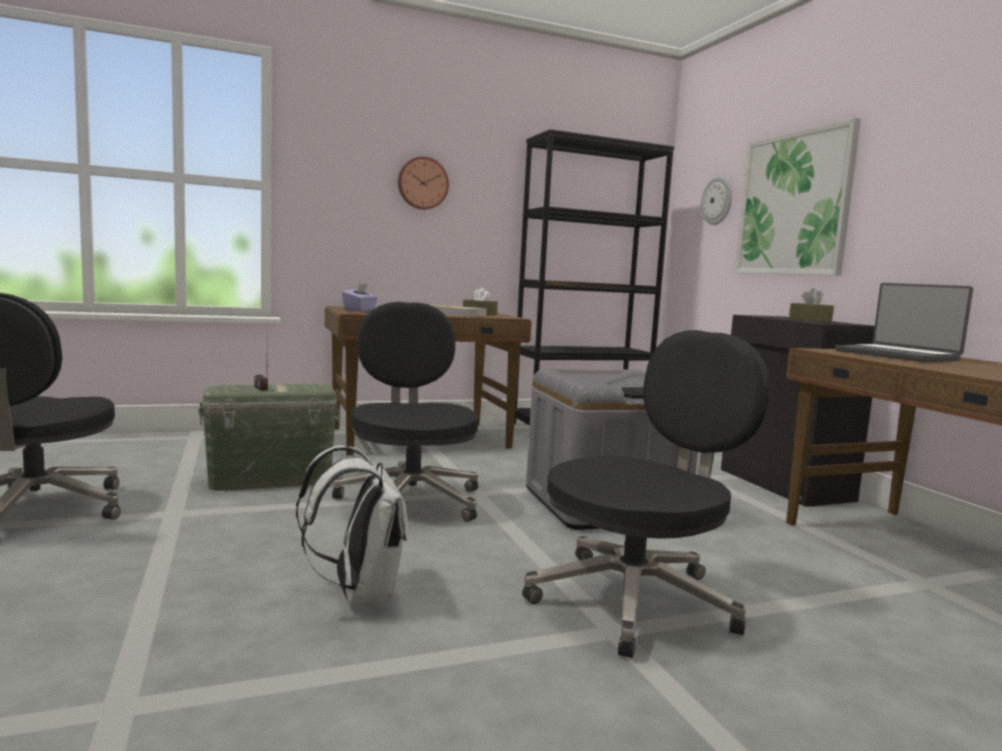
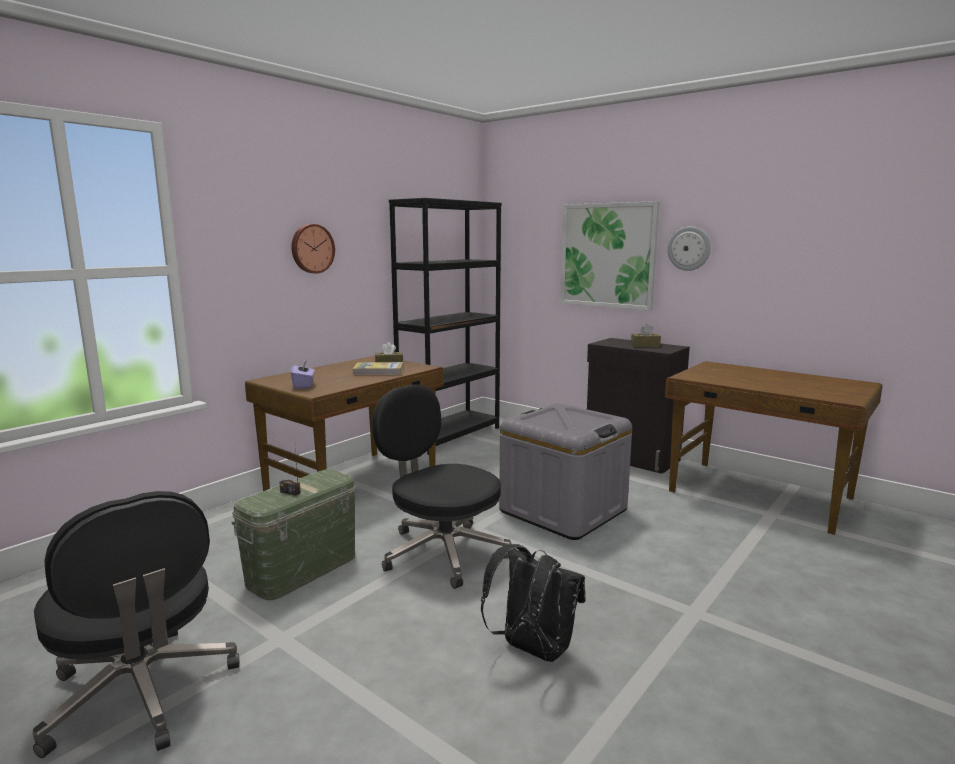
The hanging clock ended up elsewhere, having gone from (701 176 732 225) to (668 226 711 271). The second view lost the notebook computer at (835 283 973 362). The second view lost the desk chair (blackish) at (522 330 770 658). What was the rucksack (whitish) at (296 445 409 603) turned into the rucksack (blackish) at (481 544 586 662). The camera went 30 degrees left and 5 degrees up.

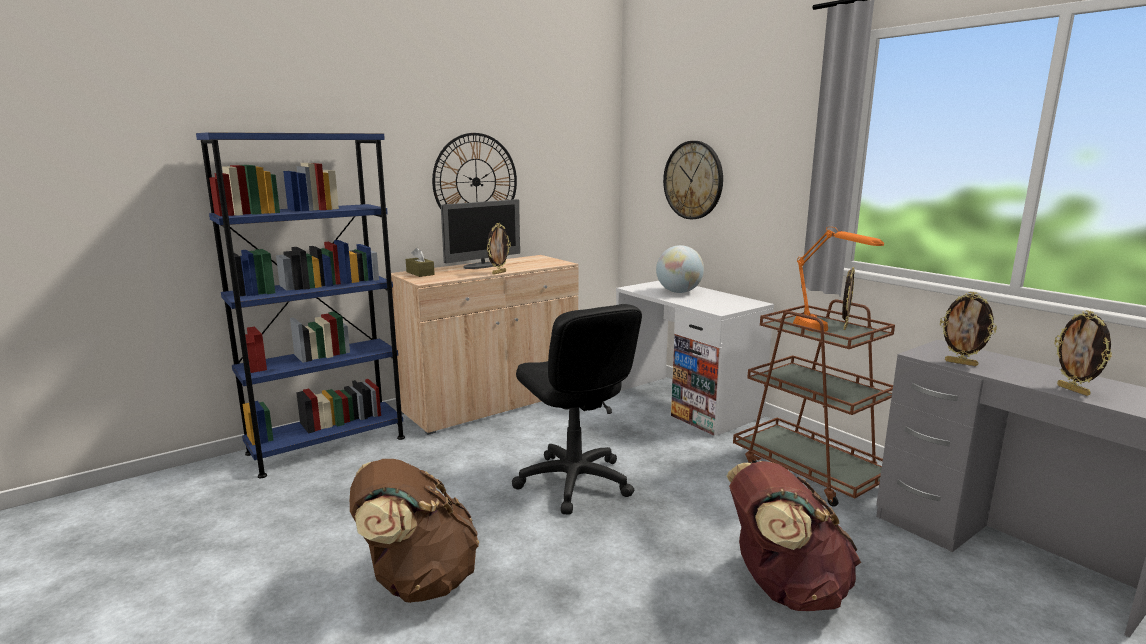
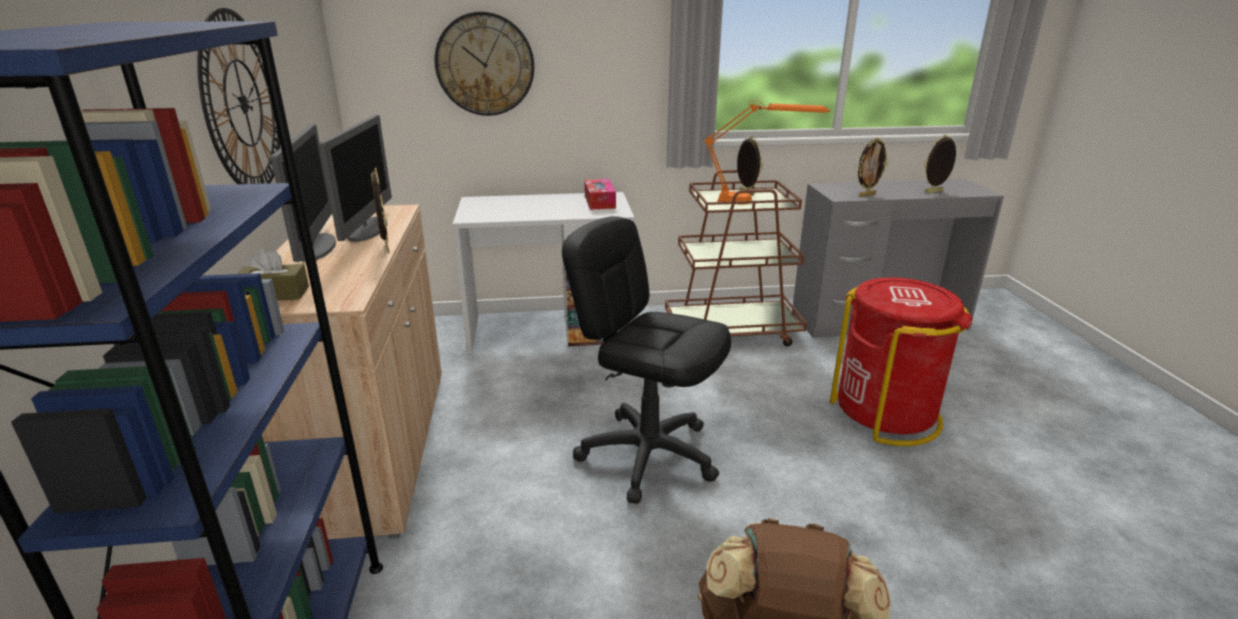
The second view lost the world globe at (656 245 704 293). The desk chair (blackish) at (512 304 642 515) ended up facing another way, 150 degrees counterclockwise from before. The picture frame at (1054 310 1112 396) ended up facing another way, 150 degrees clockwise from before. Where the rucksack (brown) stood at (727 461 861 611), the rubbish bin (red-coloured) came to stand at (830 277 973 446). The second view gained the computer display at (319 115 392 242). The second view gained the tissue box at (584 179 616 210). The camera went 60 degrees left and 10 degrees up.

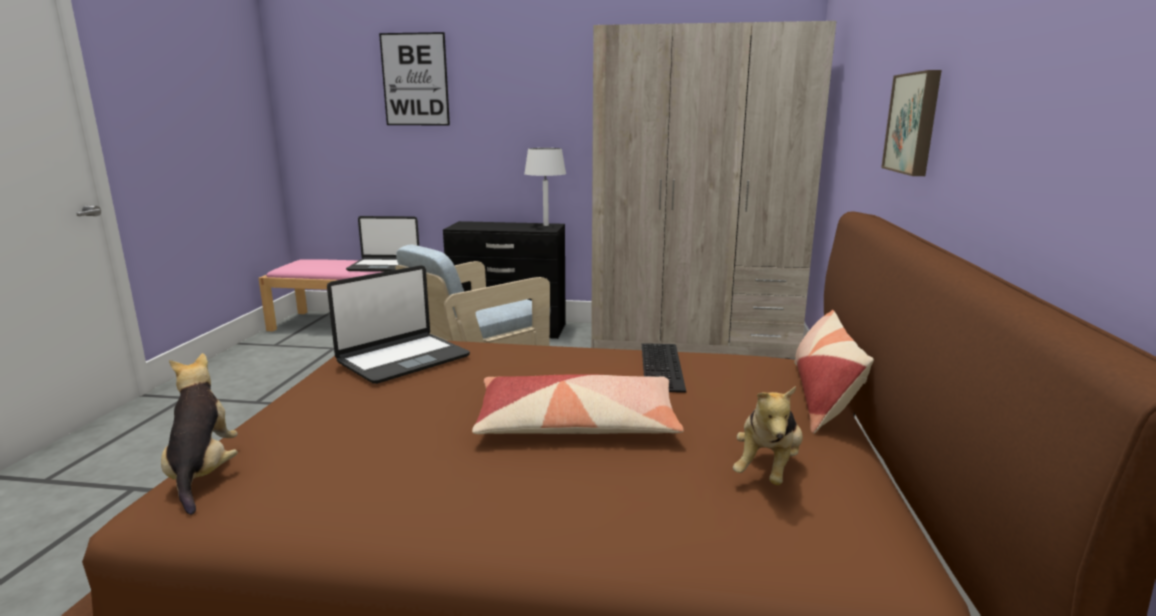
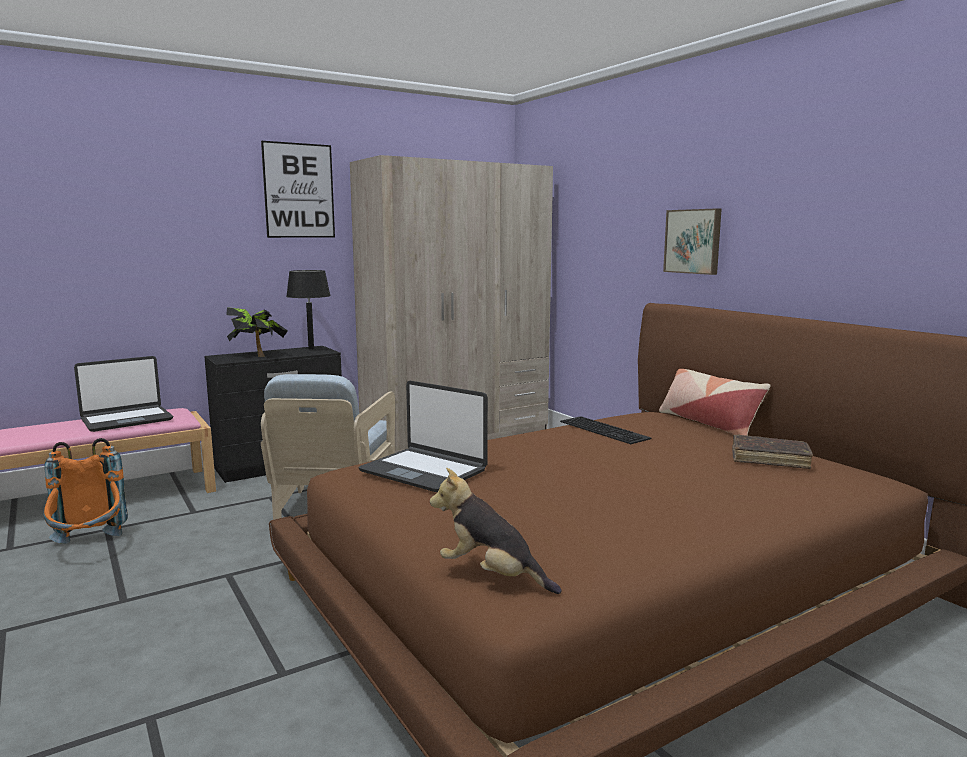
The wall art ended up elsewhere, having gone from (379 32 450 125) to (261 141 335 238). What was the tabletop lamp (whitish) at (524 148 566 226) turned into the tabletop lamp (blackish) at (286 270 331 349). The notebook computer at (327 265 470 384) ended up facing another way, 120 degrees clockwise from before. The second view lost the pillow at (472 374 684 434). Where the cuddly toy stood at (733 386 803 485), the volume (brown) came to stand at (732 435 813 469). The second view gained the houseplant at (227 307 288 357). The second view gained the rucksack (orange-coloured) at (44 438 128 544). The camera went 40 degrees left and 5 degrees down.

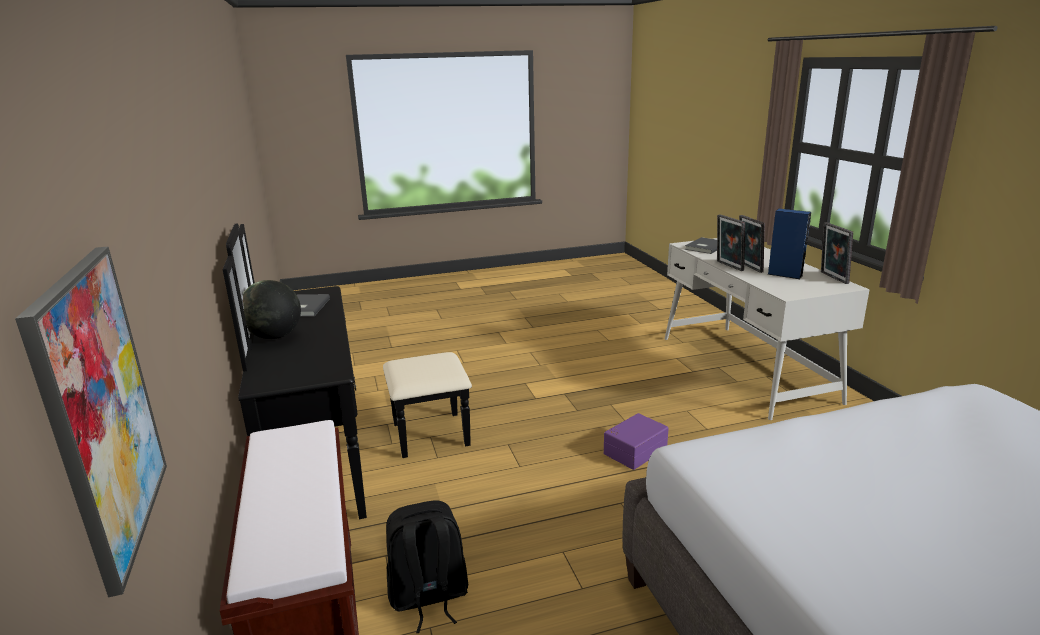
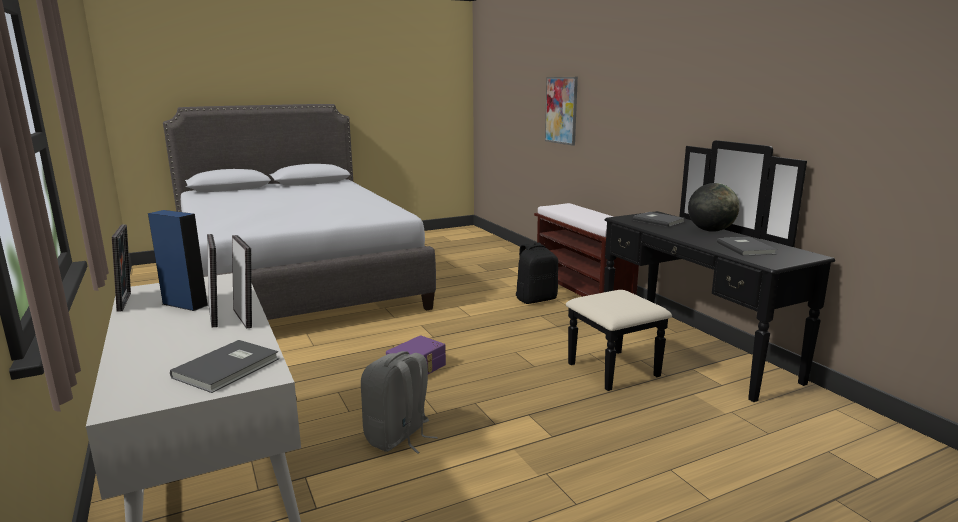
The second view gained the volume (greyish) at (633 212 684 227). The second view gained the rucksack (greyish) at (361 351 438 454). The camera went 170 degrees right and 5 degrees down.

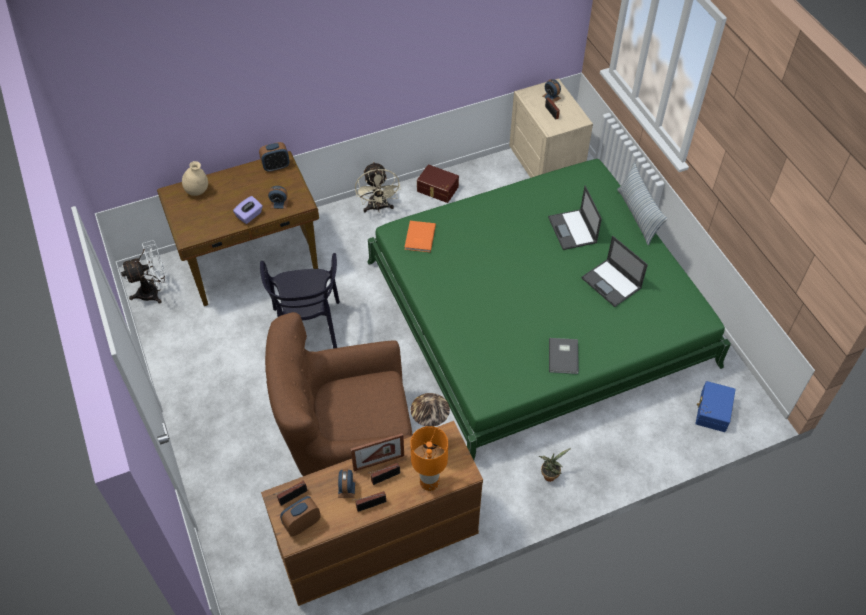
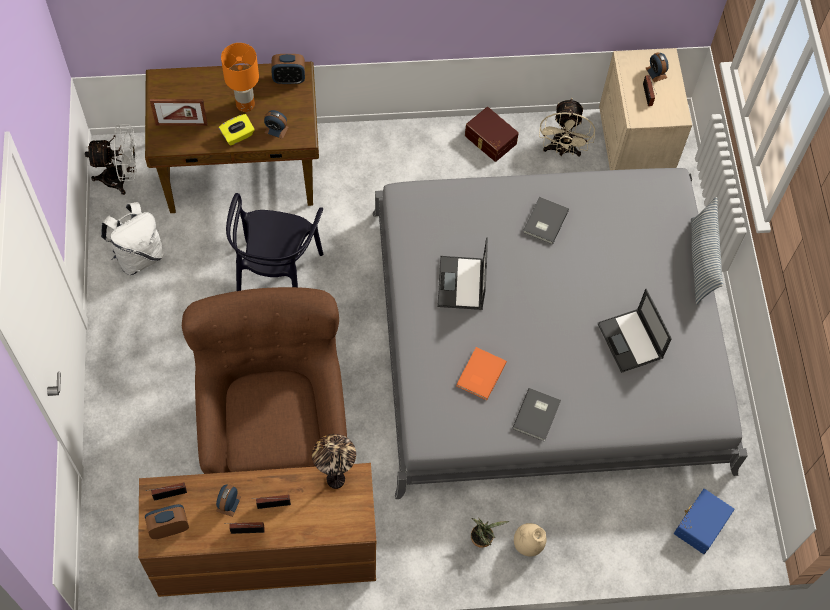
What was the bed (greenish) at (367 159 731 460) turned into the bed (greyish) at (373 168 748 499). The vase (beige) ended up elsewhere, having gone from (182 161 208 196) to (514 523 546 556). The cooling fan (beige) ended up elsewhere, having gone from (355 161 401 213) to (539 98 595 156). The notebook computer ended up elsewhere, having gone from (548 186 602 250) to (437 237 488 310). What was the tissue box (purple) at (233 196 263 224) turned into the tissue box (yellow-coloured) at (219 114 254 146). The volume (orange-coloured) ended up elsewhere, having gone from (405 221 436 252) to (457 347 507 400). The armchair (brown) at (265 312 413 476) ended up facing another way, 75 degrees clockwise from before. The tabletop lamp (orange-coloured) ended up elsewhere, having gone from (410 426 448 491) to (221 43 259 112). The picture frame ended up elsewhere, having gone from (351 433 404 471) to (150 99 208 126). The second view gained the volume (greyish) at (523 197 569 244). The second view gained the rucksack (whitish) at (101 202 164 275). The camera went 15 degrees right and 10 degrees up.

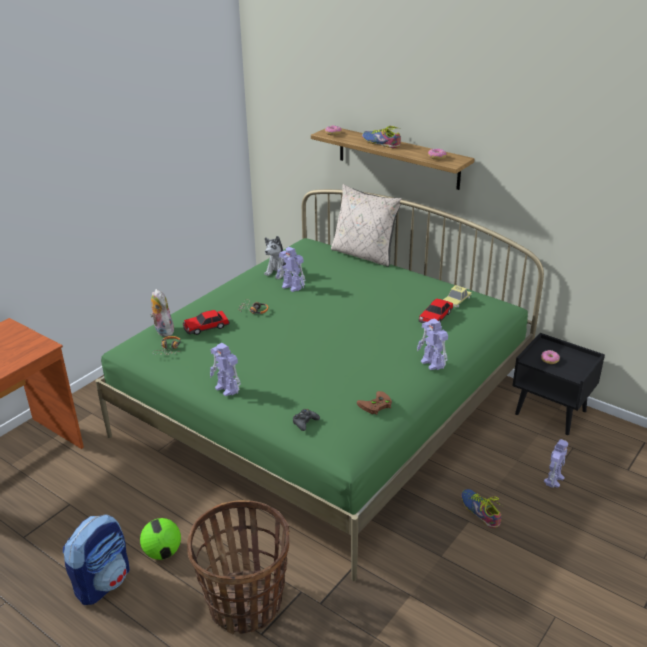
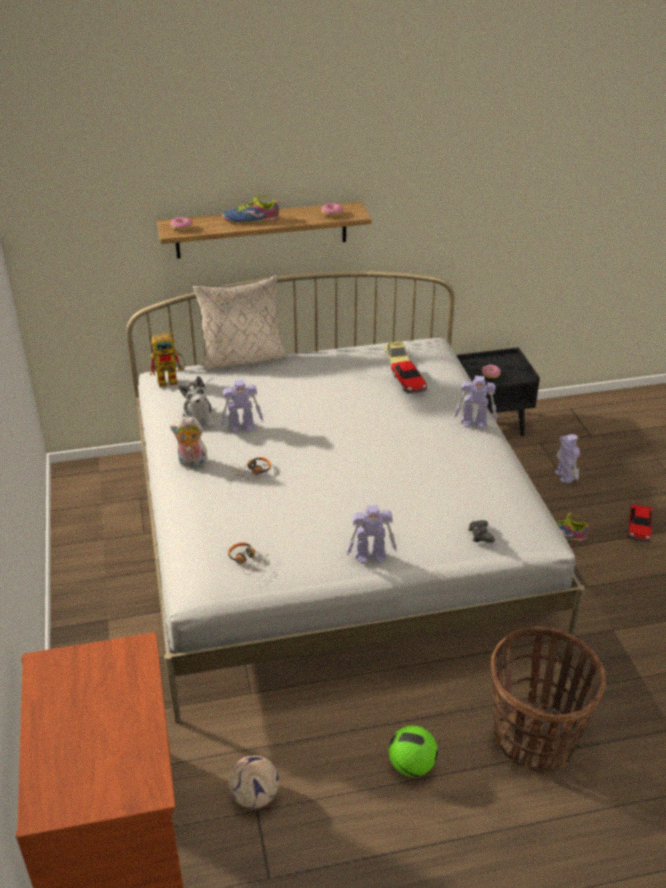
What was the bed (greenish) at (95 189 544 581) turned into the bed (whitish) at (126 271 585 724). The cuddly toy ended up elsewhere, having gone from (150 289 174 337) to (170 417 211 469). The miniature car ended up elsewhere, having gone from (183 310 230 335) to (628 505 652 542). The second view lost the gamepad (brown) at (357 391 392 415). The second view lost the rucksack at (63 514 130 605). The second view gained the model robot at (150 333 185 387). The second view gained the football ball at (228 755 279 809). The camera went 50 degrees left and 5 degrees up.

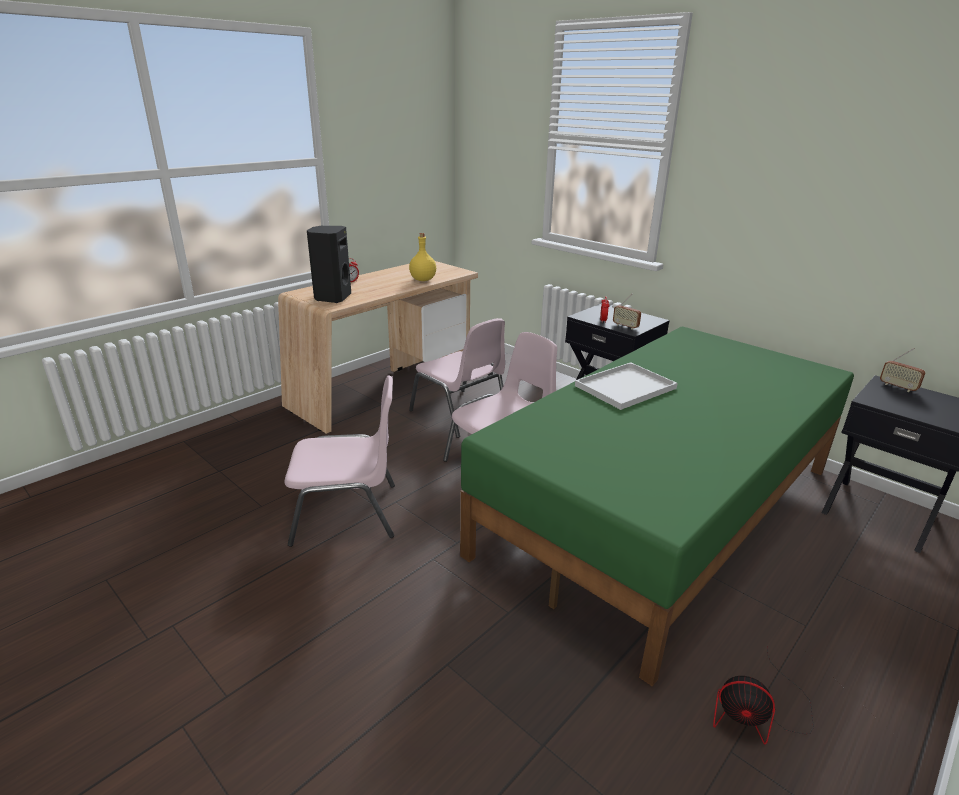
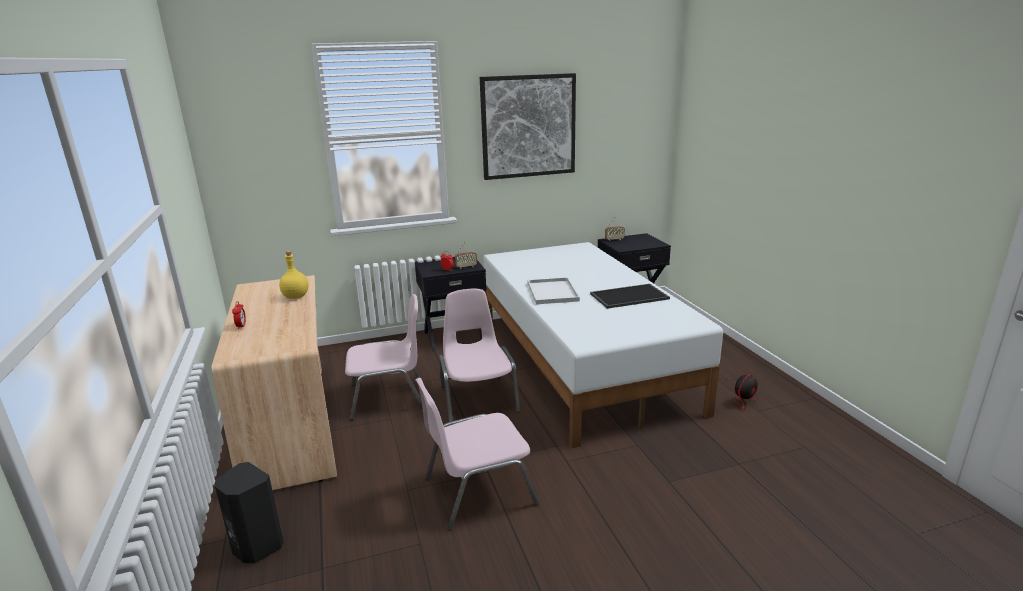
The loudspeaker (blackish) ended up elsewhere, having gone from (307 226 351 303) to (215 462 284 563). What was the bed (greenish) at (460 326 854 686) turned into the bed (whitish) at (483 242 723 448). The plain chair (pinkish) at (284 375 395 547) ended up facing another way, 135 degrees counterclockwise from before. The second view gained the wall art at (480 73 576 180). The second view gained the carrying tray at (590 284 670 309). The camera went 60 degrees left and 5 degrees down.

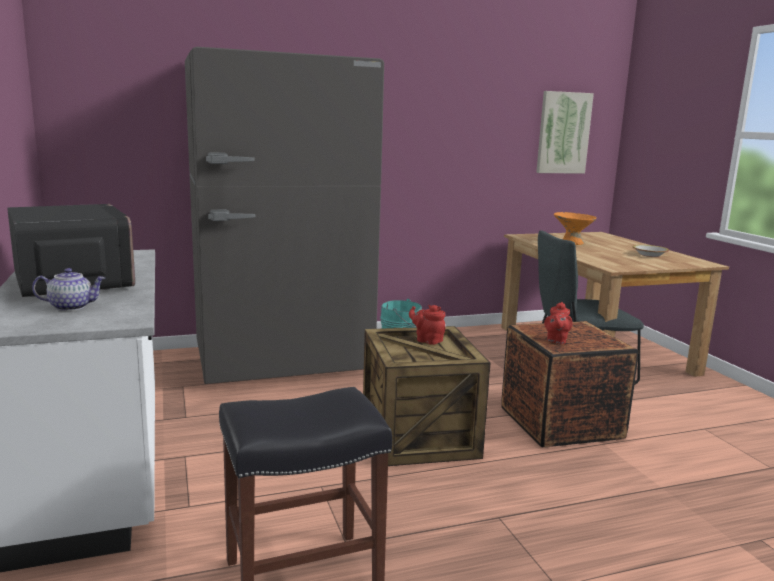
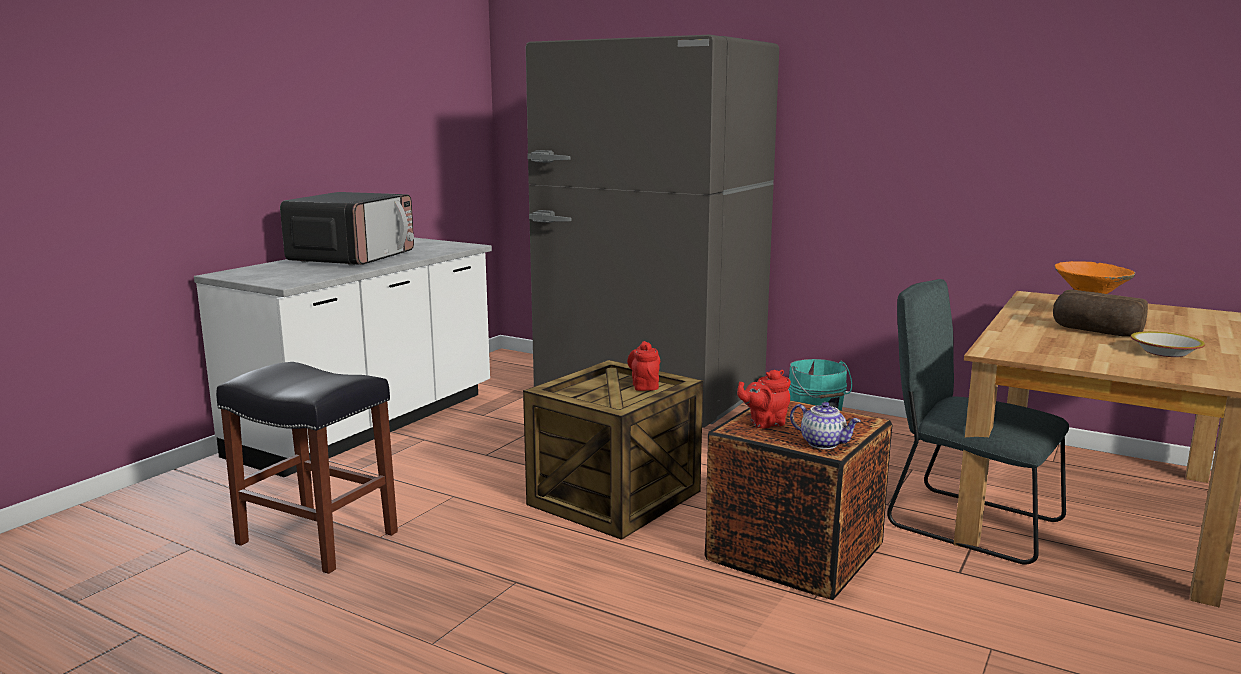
The second view lost the wall art at (536 91 594 174). The teapot ended up elsewhere, having gone from (32 268 106 311) to (790 402 861 449). The second view gained the baked bread at (1053 289 1148 337). The camera went 50 degrees right and 0 degrees up.

